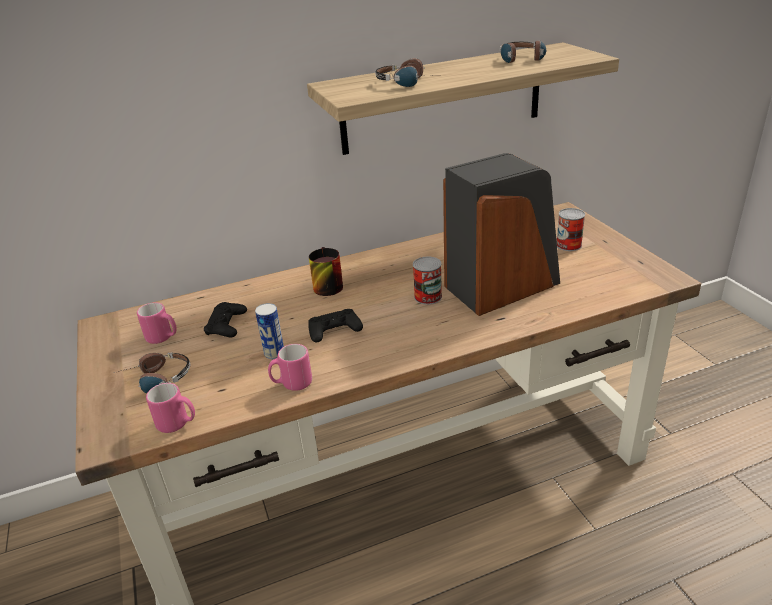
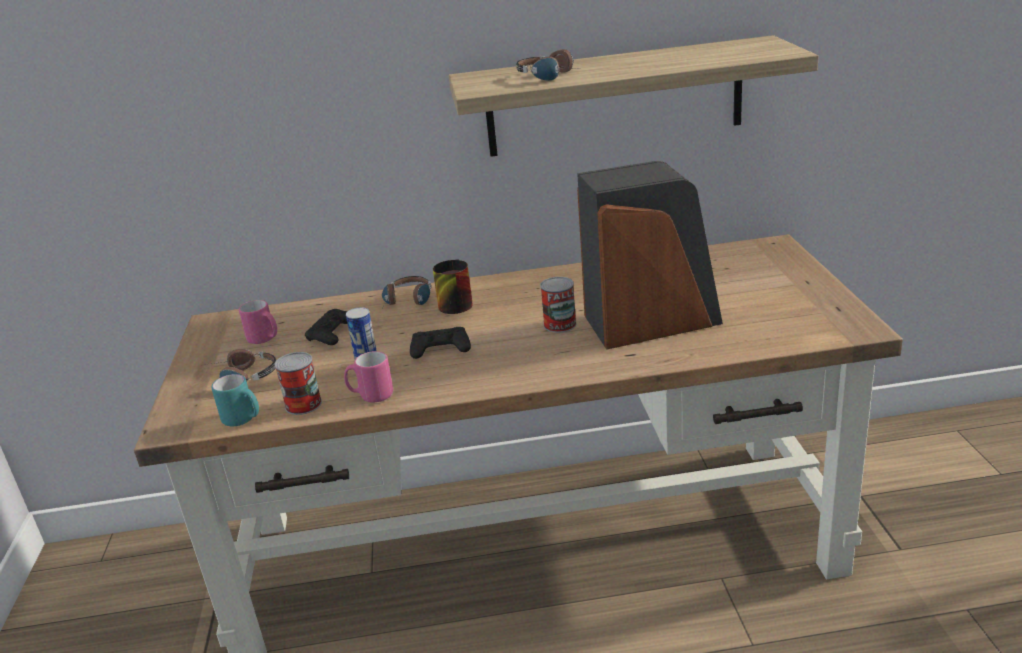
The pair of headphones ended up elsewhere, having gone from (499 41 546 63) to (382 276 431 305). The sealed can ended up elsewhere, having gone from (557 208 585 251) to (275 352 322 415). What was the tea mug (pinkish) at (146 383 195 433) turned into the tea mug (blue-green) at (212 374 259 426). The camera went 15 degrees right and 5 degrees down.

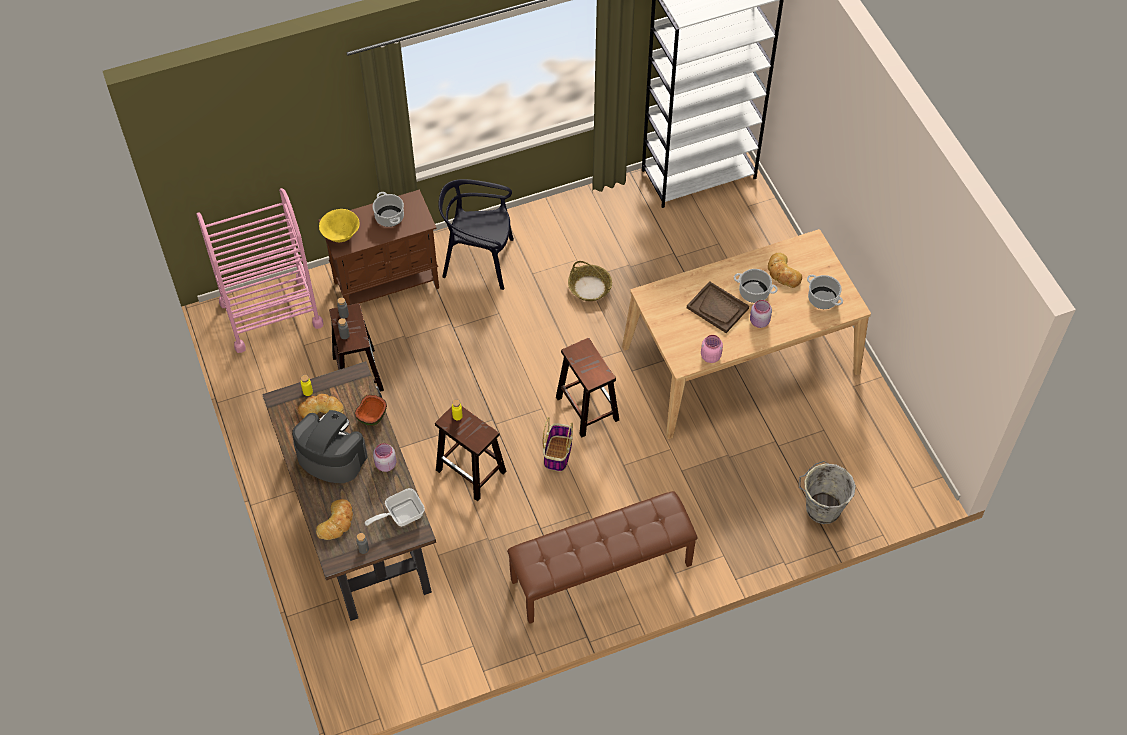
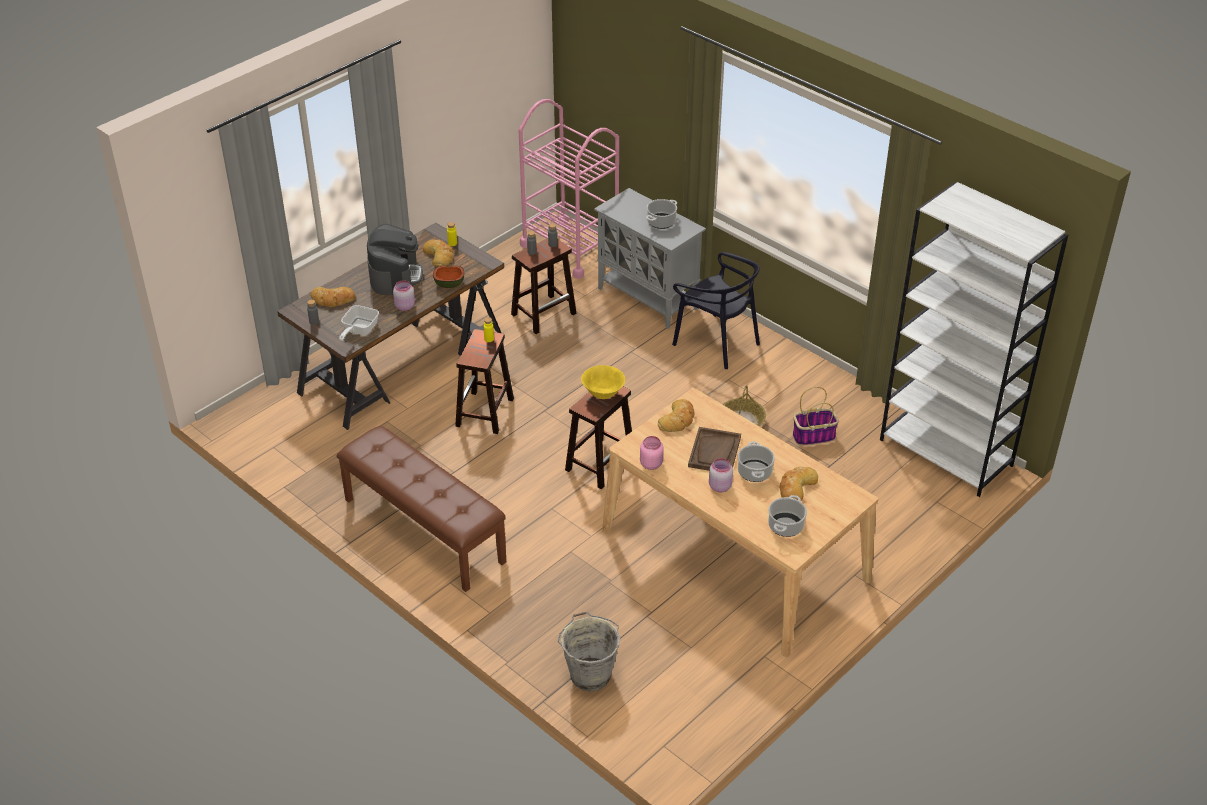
The plain chair (blackish) at (438 179 514 290) ended up facing another way, 150 degrees clockwise from before. What was the cupboard (brown) at (318 189 439 305) turned into the cupboard (greyish) at (594 188 706 329). The deep dish (yellow-coloured) ended up elsewhere, having gone from (319 209 360 242) to (581 365 625 399). The basket ended up elsewhere, having gone from (543 417 573 472) to (793 387 839 446). The frying pan at (365 488 425 526) ended up facing another way, 105 degrees counterclockwise from before. The second view gained the baked bread at (658 399 695 432). The camera went 65 degrees right and 15 degrees down.

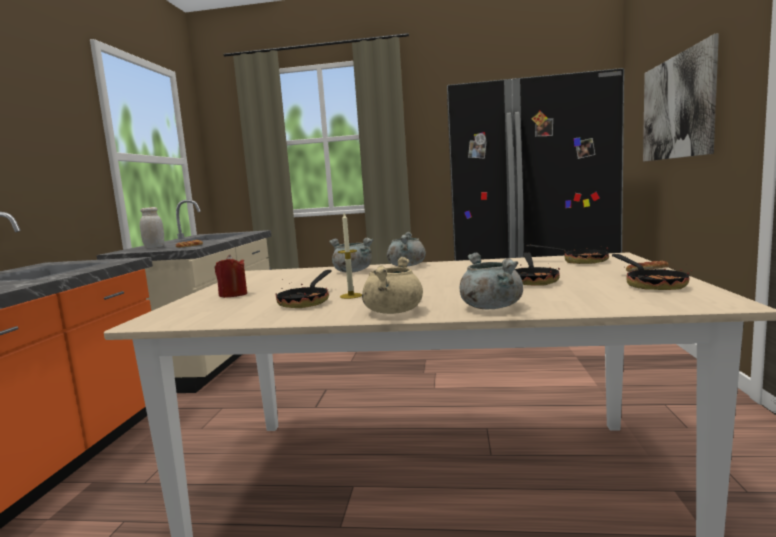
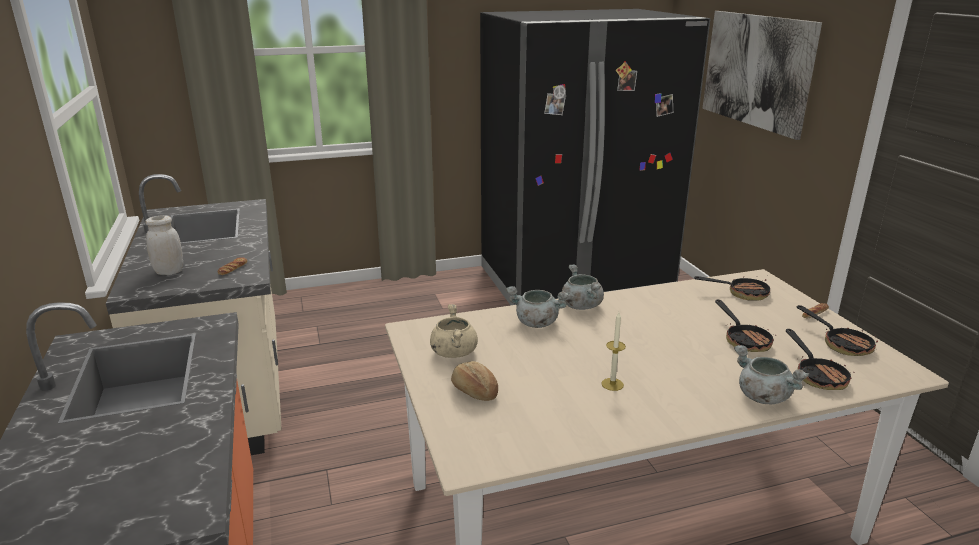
Where the candle (red-coloured) stood at (215 255 247 298), the baked bread came to stand at (451 361 498 401). The saucepot (beige) ended up elsewhere, having gone from (362 257 423 314) to (430 304 478 358). The frying pan ended up elsewhere, having gone from (275 270 332 308) to (786 329 855 390). The camera went 25 degrees left and 15 degrees up.

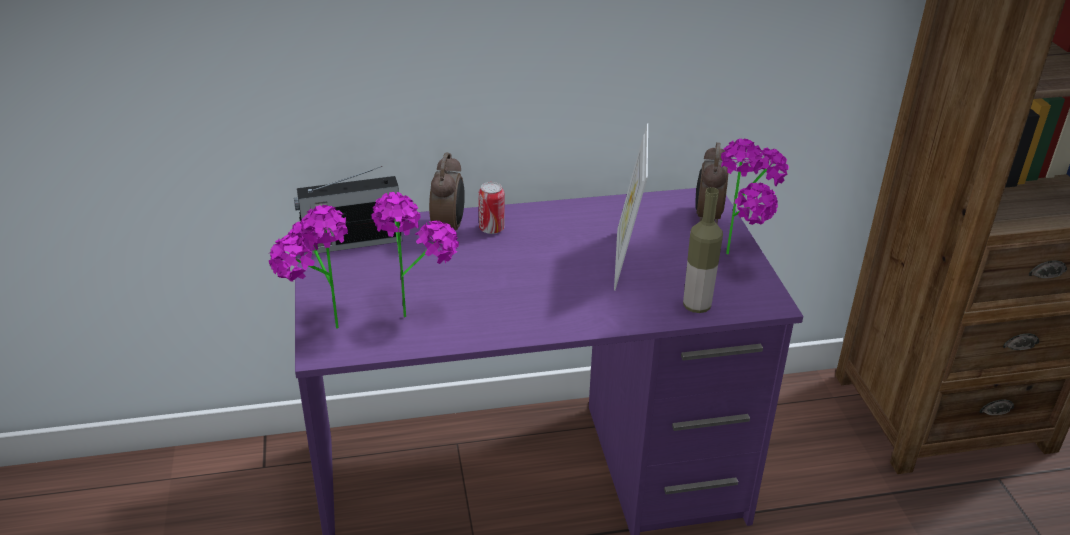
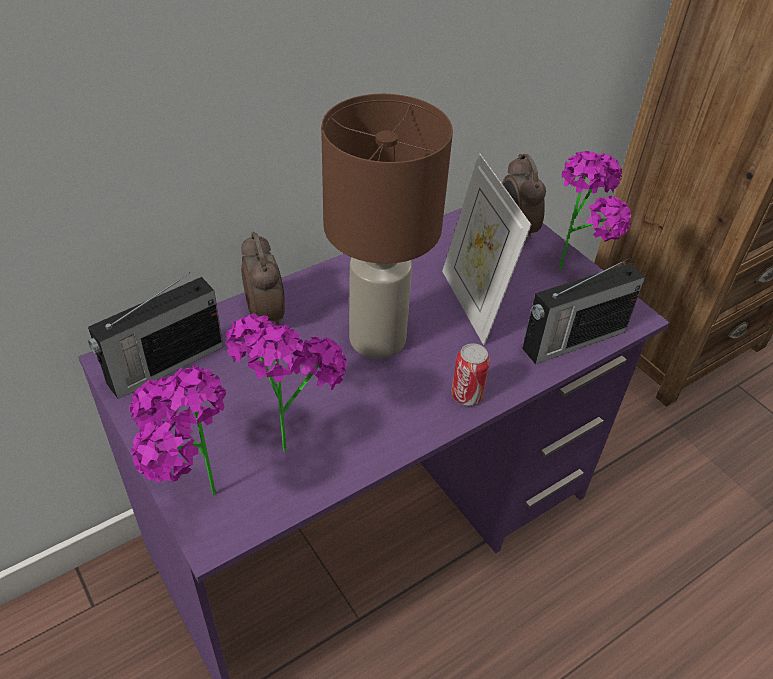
The sealed can ended up elsewhere, having gone from (478 182 505 234) to (451 343 490 405). Where the bottle stood at (683 187 723 313), the radio receiver came to stand at (522 257 645 364). The second view gained the tabletop lamp (brown) at (321 94 453 359). The camera went 25 degrees left and 10 degrees up.

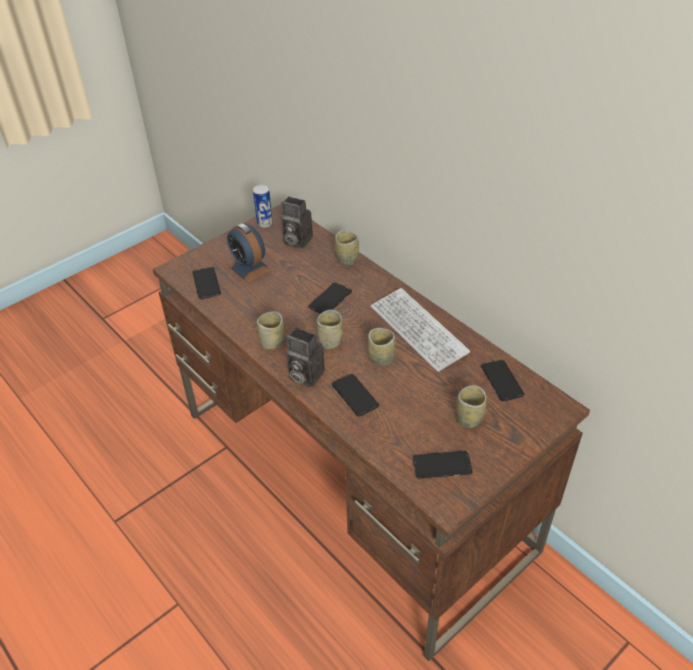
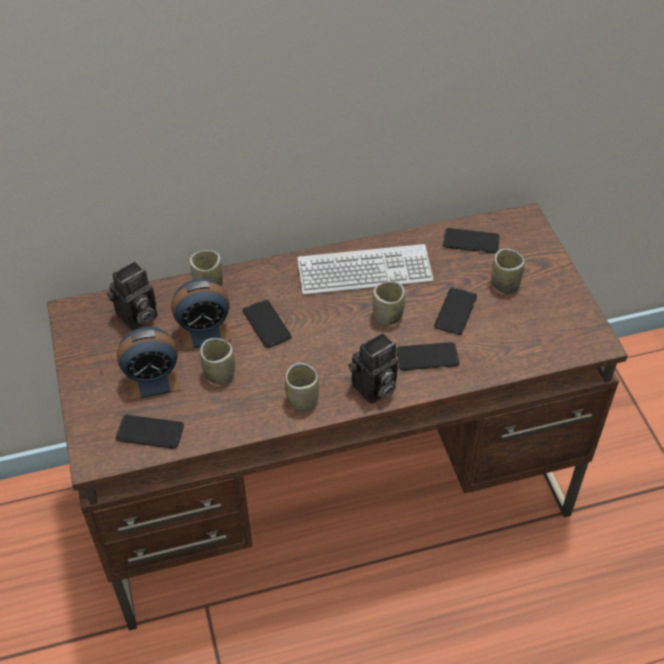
The second view lost the sealed can at (253 185 273 228). The cup ended up elsewhere, having gone from (316 310 344 349) to (200 338 235 384). The phone ended up elsewhere, having gone from (413 451 473 479) to (434 287 477 335). The second view gained the bedside clock at (171 279 232 350). The camera went 65 degrees left and 5 degrees up.

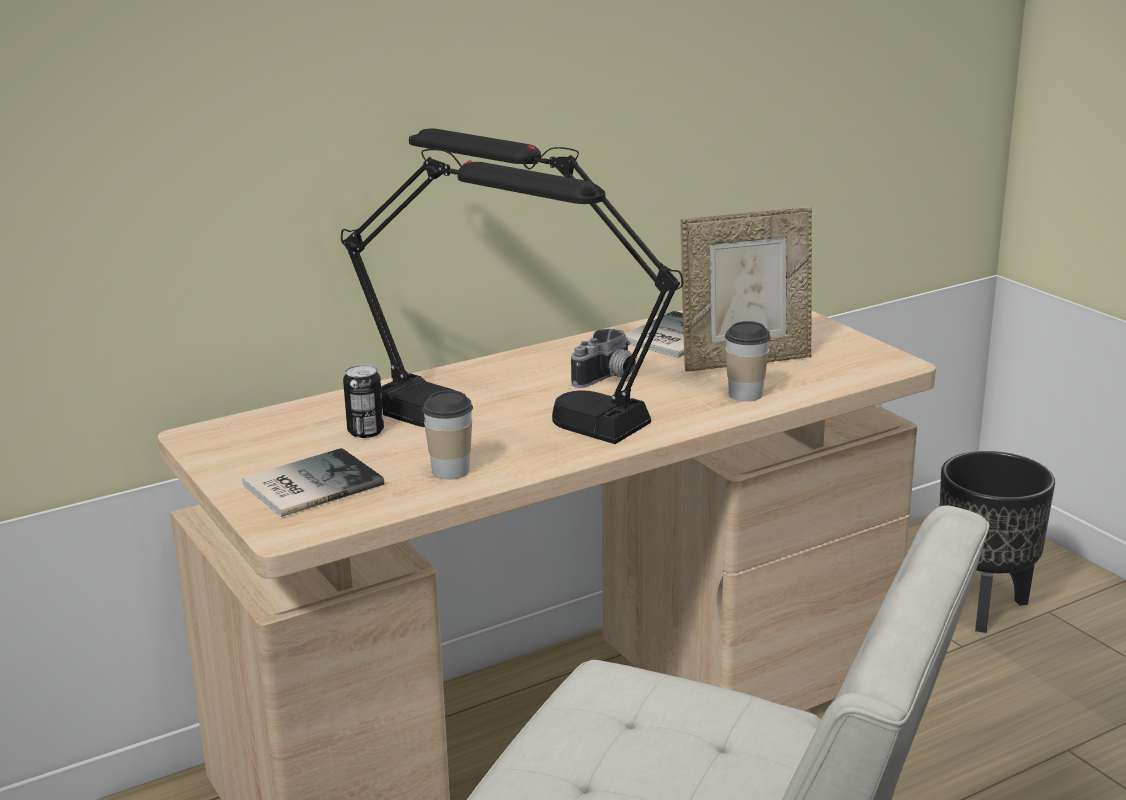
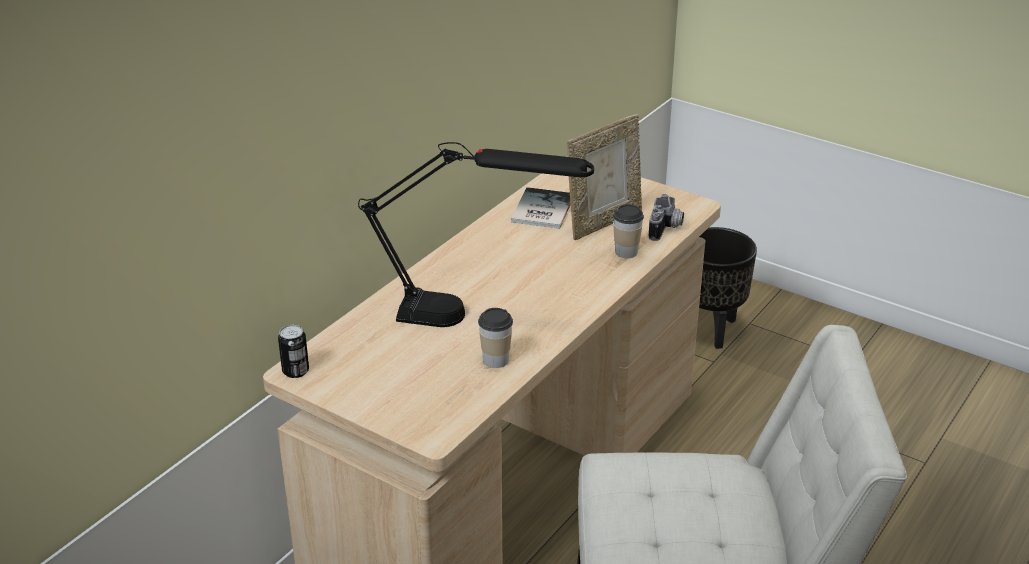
The second view lost the tabletop lamp (blackish) at (409 129 683 444). The photo camera ended up elsewhere, having gone from (571 329 636 388) to (649 194 684 241). The sealed can ended up elsewhere, having gone from (343 364 384 438) to (278 325 309 378). The second view lost the volume at (242 448 384 517). The camera went 25 degrees left and 10 degrees up.

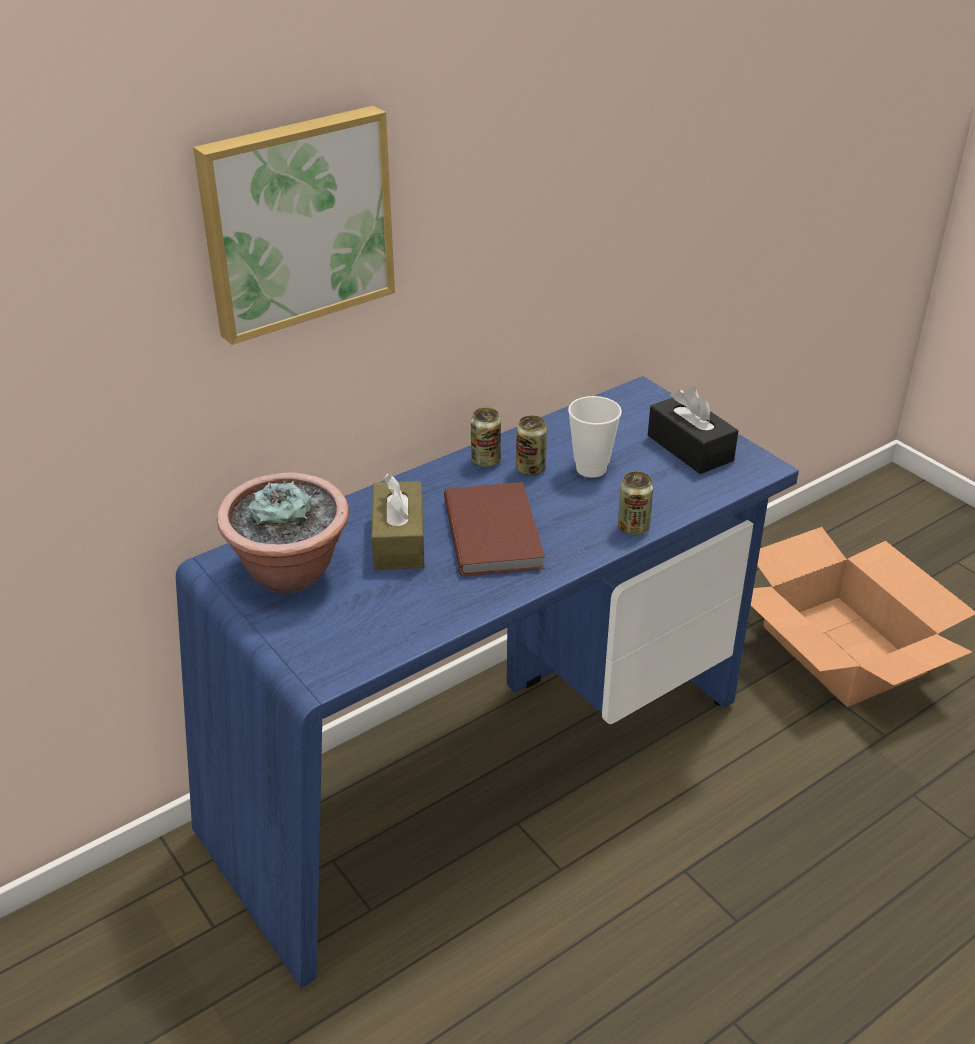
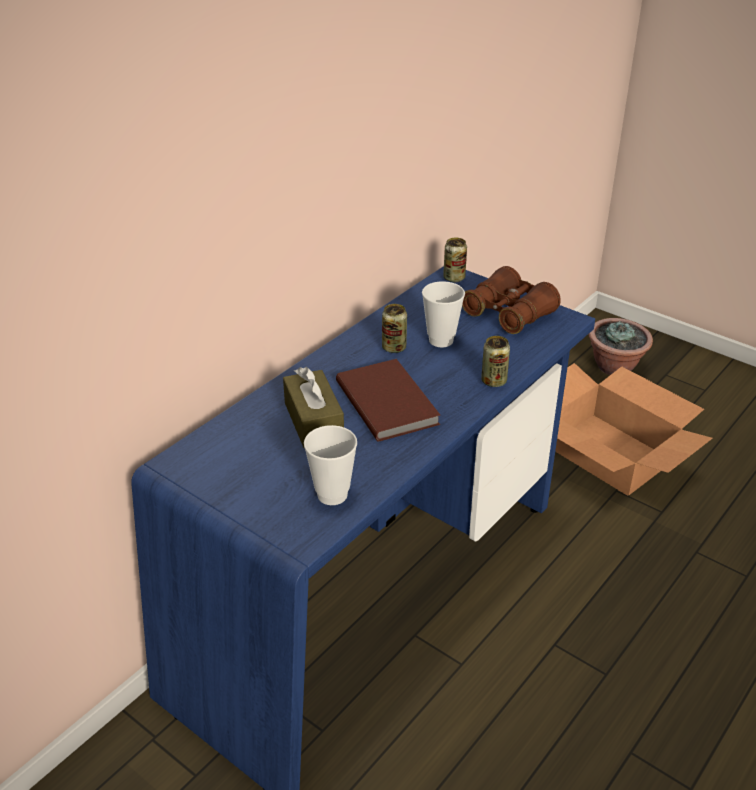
The second view lost the wall art at (193 106 395 345). Where the tissue box (blackish) stood at (648 387 739 474), the field glasses (brown) came to stand at (462 266 561 334). The sealed can ended up elsewhere, having gone from (471 408 501 467) to (443 237 467 282). The houseplant ended up elsewhere, having gone from (217 473 349 593) to (589 318 653 375). The second view gained the cup at (304 425 357 505). The camera went 15 degrees left and 0 degrees up.

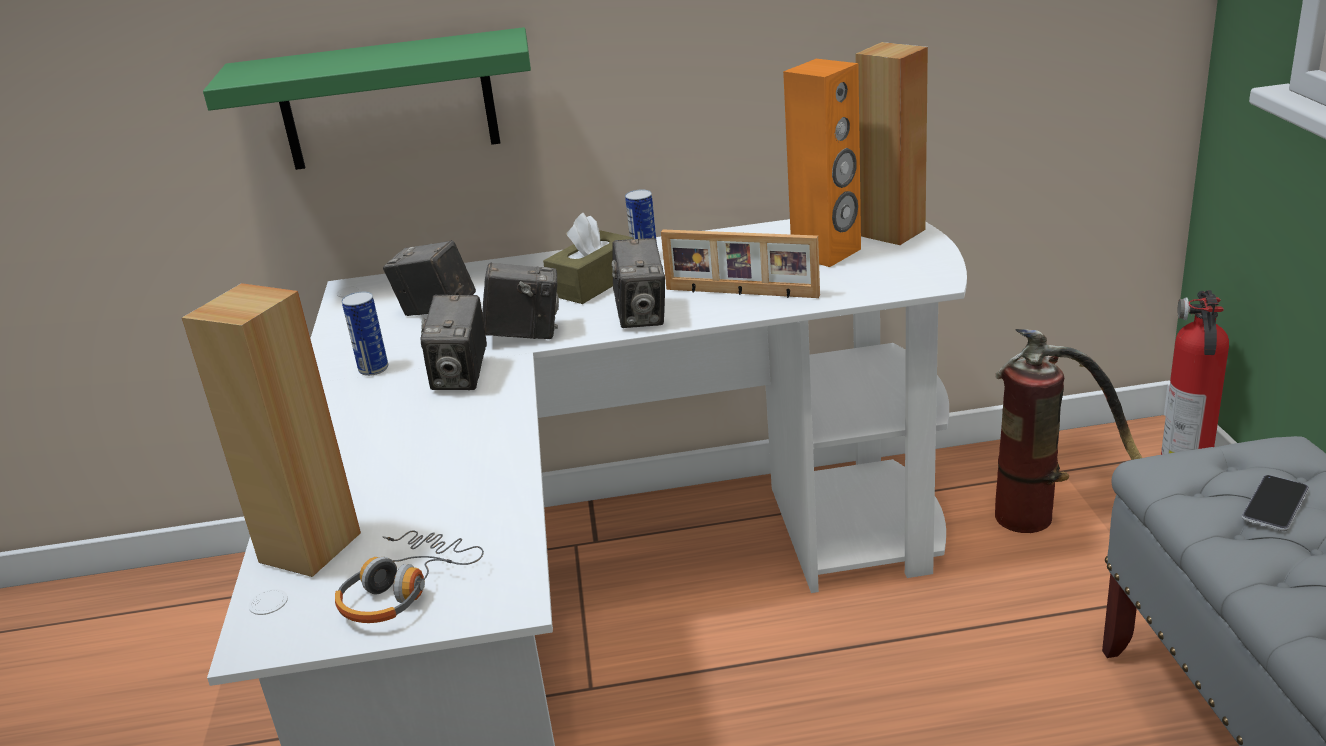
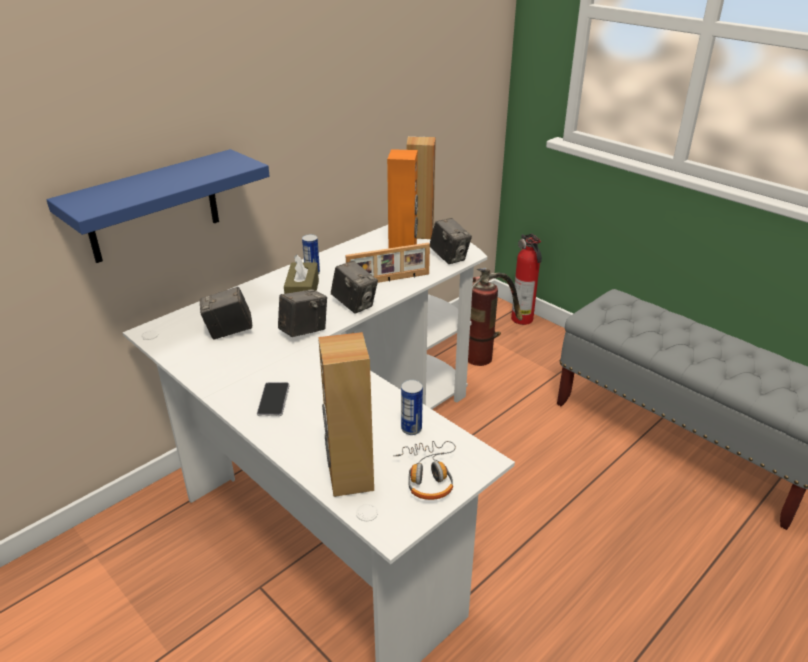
What was the shelf (greenish) at (203 27 531 170) turned into the shelf (blue) at (46 149 270 263). The sealed can ended up elsewhere, having gone from (341 292 388 376) to (401 380 423 435). The photo camera ended up elsewhere, having gone from (421 295 487 390) to (430 218 472 264). The phone ended up elsewhere, having gone from (1242 475 1309 531) to (257 382 290 416). The camera went 40 degrees left and 5 degrees up.

